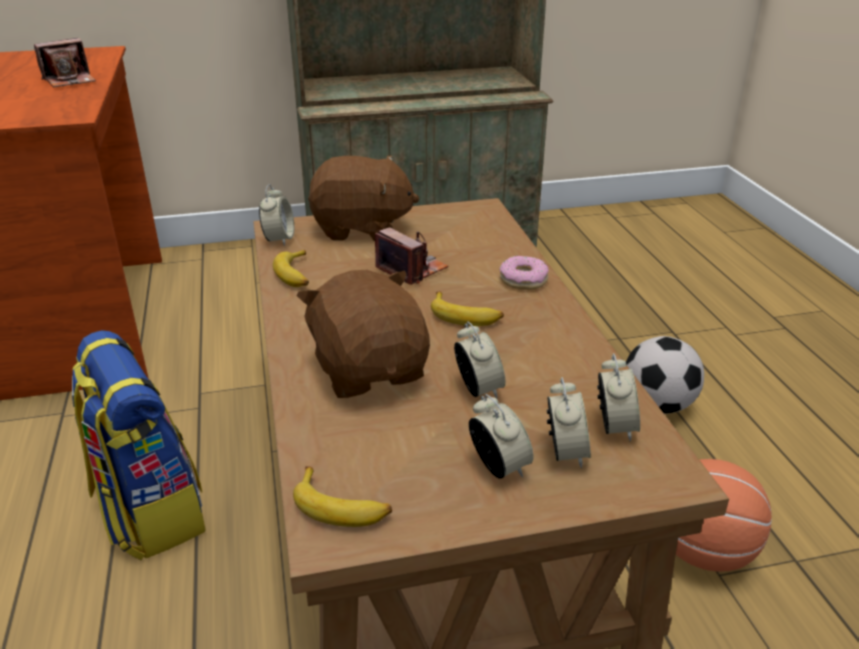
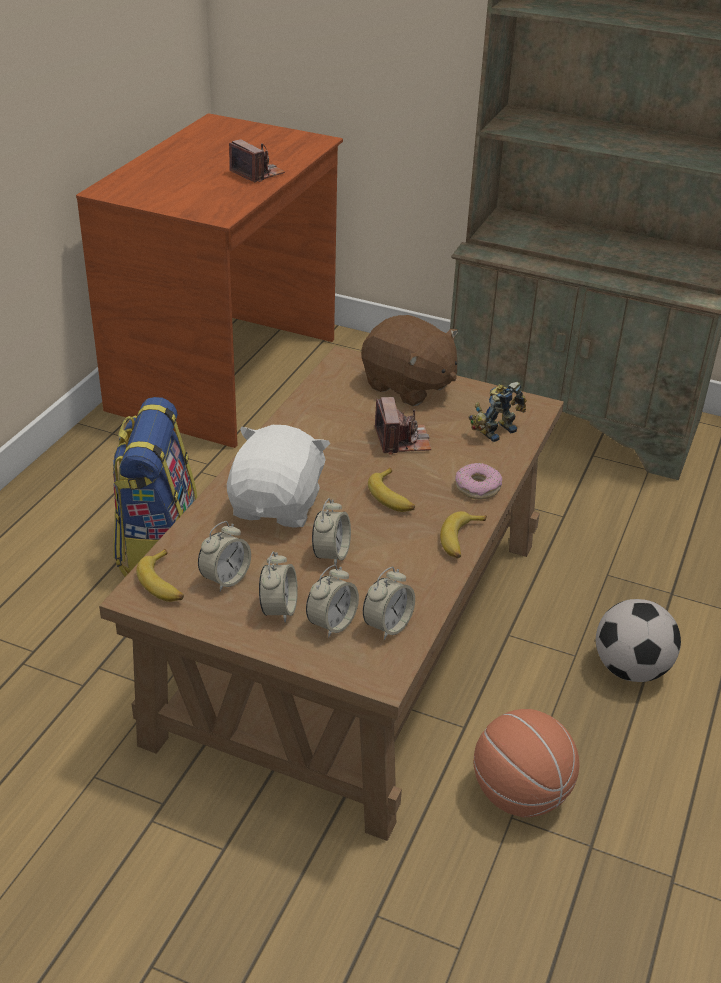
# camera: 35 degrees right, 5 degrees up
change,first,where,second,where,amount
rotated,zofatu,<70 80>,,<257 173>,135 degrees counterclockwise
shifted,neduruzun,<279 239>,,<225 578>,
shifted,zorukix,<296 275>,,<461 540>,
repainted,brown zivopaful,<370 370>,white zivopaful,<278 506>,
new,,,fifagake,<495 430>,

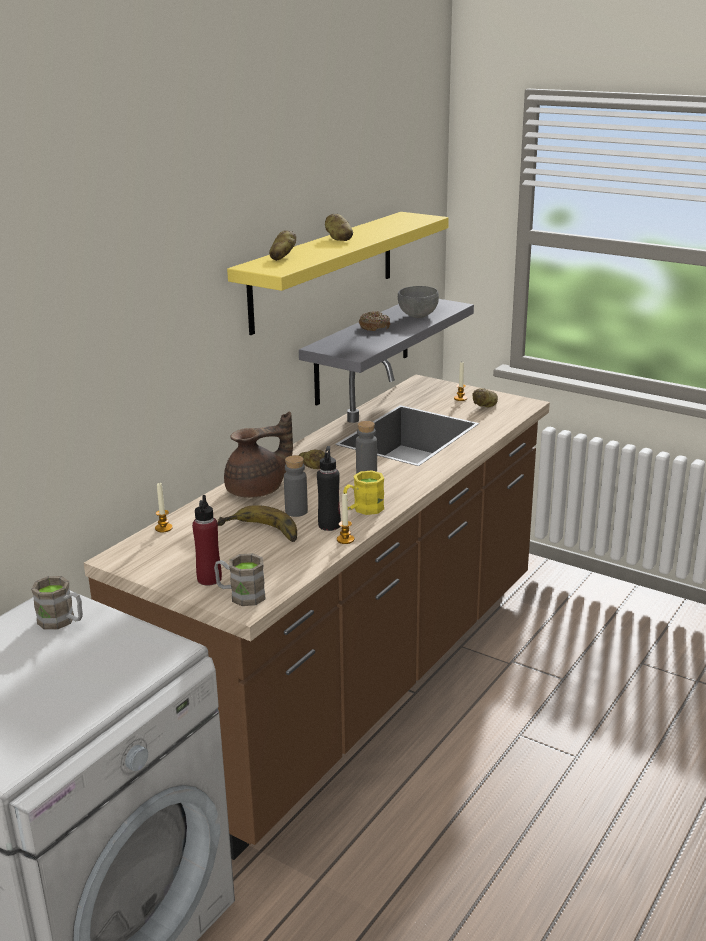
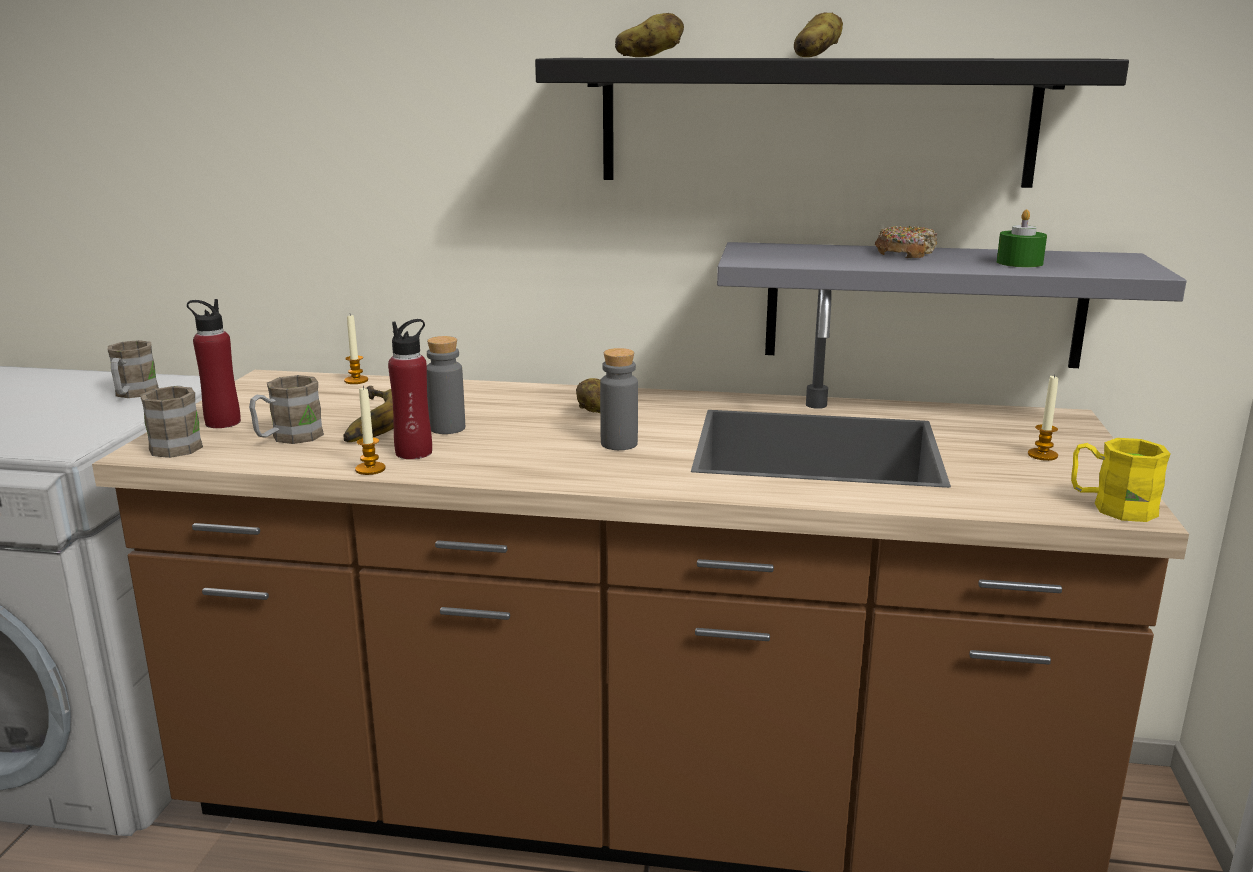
# camera: 65 degrees right, 5 degrees down
change,first,where,second,where,amount
gone,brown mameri,<257 490>,,,
repainted,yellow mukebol,<323 270>,black mukebol,<815 121>,
repainted,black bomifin,<329 525>,red bomifin,<414 452>,
shifted,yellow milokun,<363 509>,,<1111 506>,
swapped,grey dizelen,<418 316>,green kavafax,<1019 263>,
gone,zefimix,<485 406>,,,
new,,,brown milokun,<288 438>,

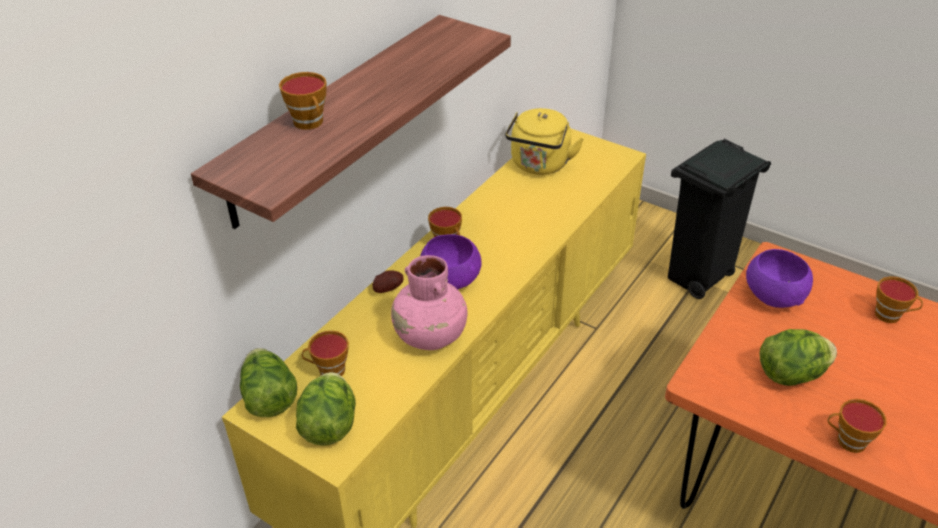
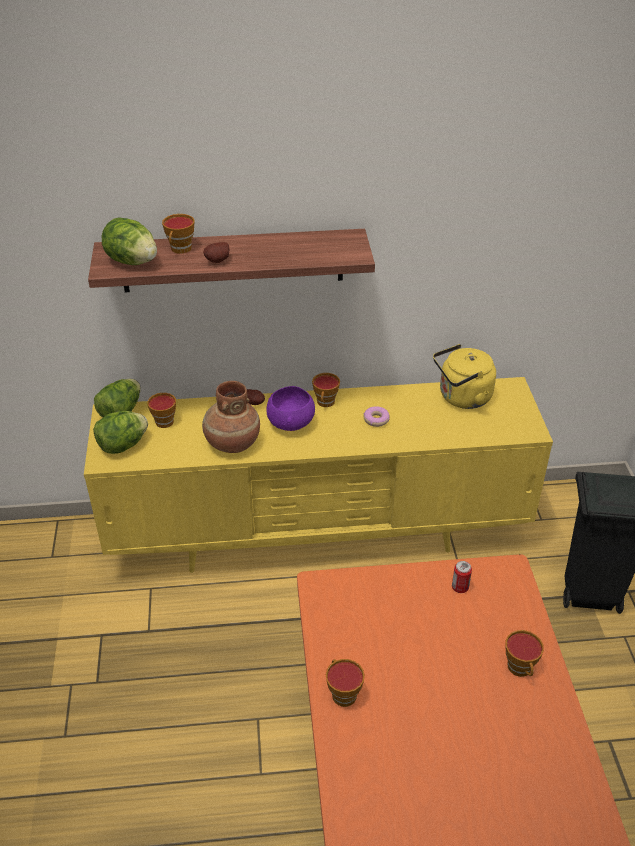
# camera: 50 degrees right, 0 degrees up
change,first,where,second,where,amount
repainted,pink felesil,<430 336>,brown felesil,<232 443>,
swapped,purple dizelen,<772 297>,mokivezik,<460 587>,
shifted,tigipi,<790 374>,,<132 261>,
new,,,zefimix,<219 261>,
new,,,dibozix,<376 419>,

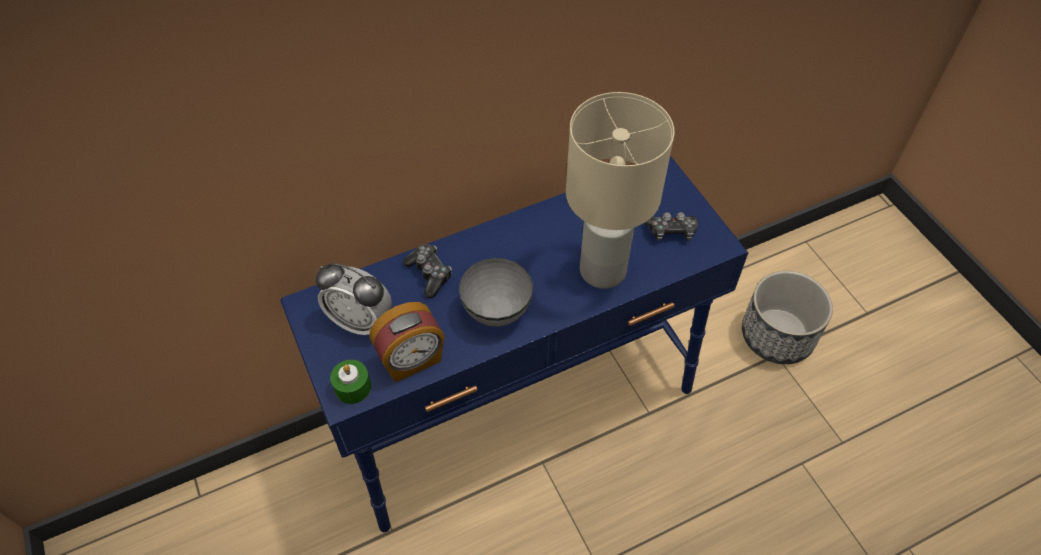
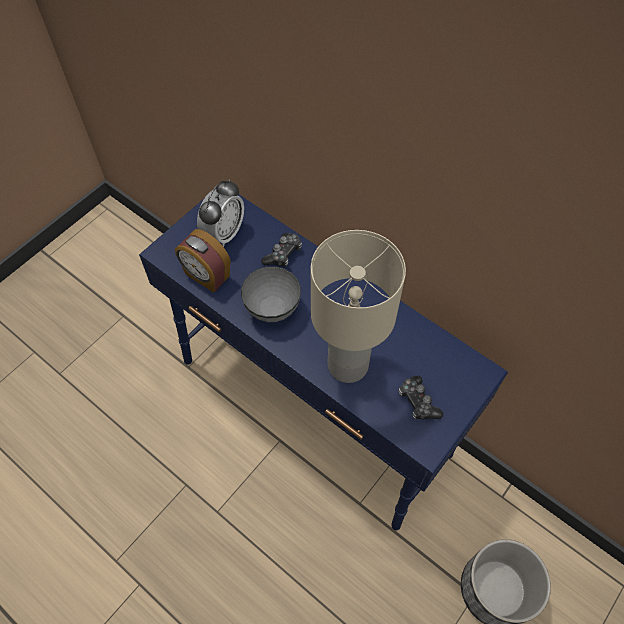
# camera: 65 degrees right, 5 degrees up
change,first,where,second,where,amount
rotated,neduruzun,<360 321>,,<224 233>,150 degrees counterclockwise
gone,green kavafax,<353 387>,,,

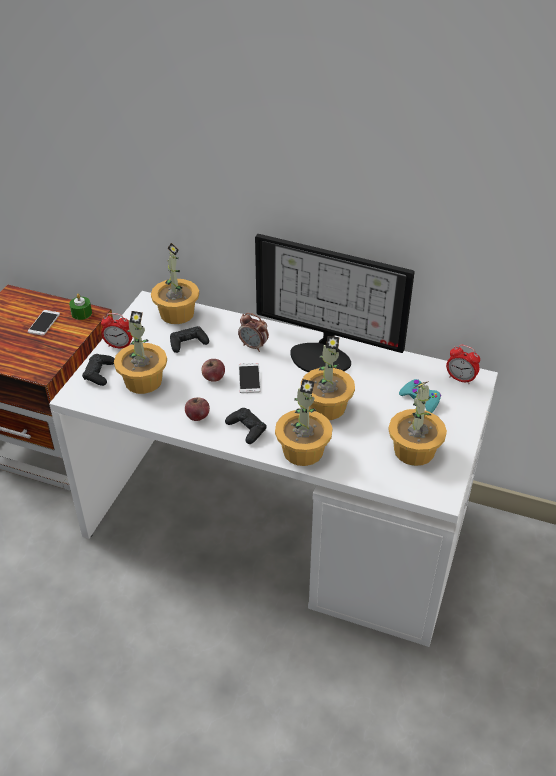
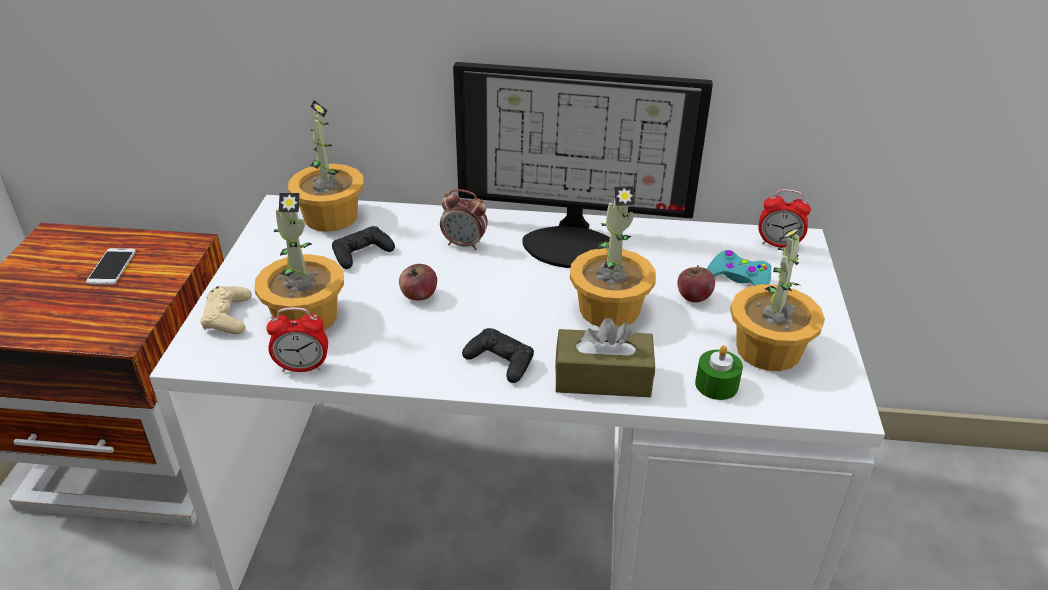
# camera: 15 degrees left, 5 degrees down
change,first,where,second,where,amount
shifted,green kavafax,<81 313>,,<716 384>,
repainted,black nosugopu,<99 373>,beige nosugopu,<228 317>,
shifted,neduruzun,<119 346>,,<303 367>,
shifted,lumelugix,<197 416>,,<693 297>,
gone,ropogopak,<249 378>,,,
swapped,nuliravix,<303 450>,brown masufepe,<603 378>,

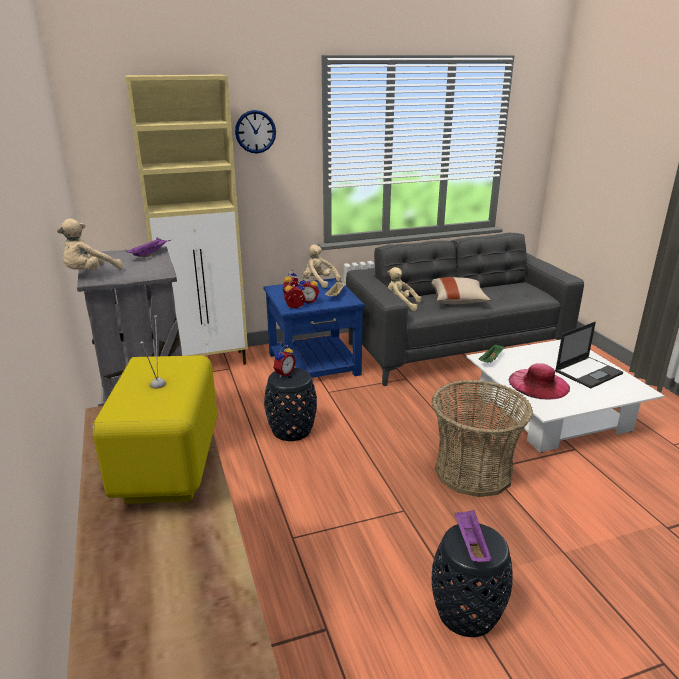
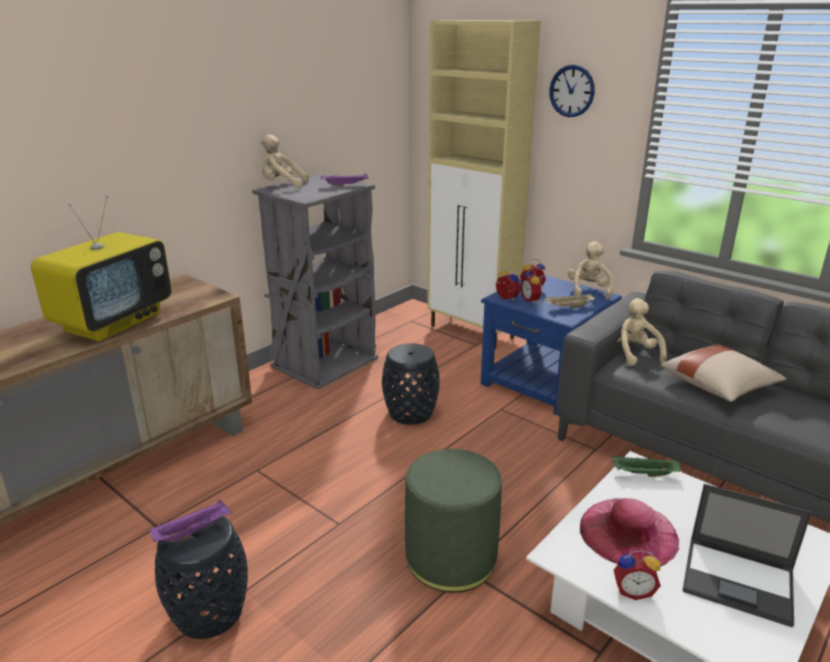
# camera: 60 degrees right, 0 degrees up
change,first,where,second,where,amount
rotated,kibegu,<170 472>,,<114 321>,150 degrees clockwise
shifted,neduruzun,<283 373>,,<633 591>,
swapped,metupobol,<473 471>,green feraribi,<450 558>,

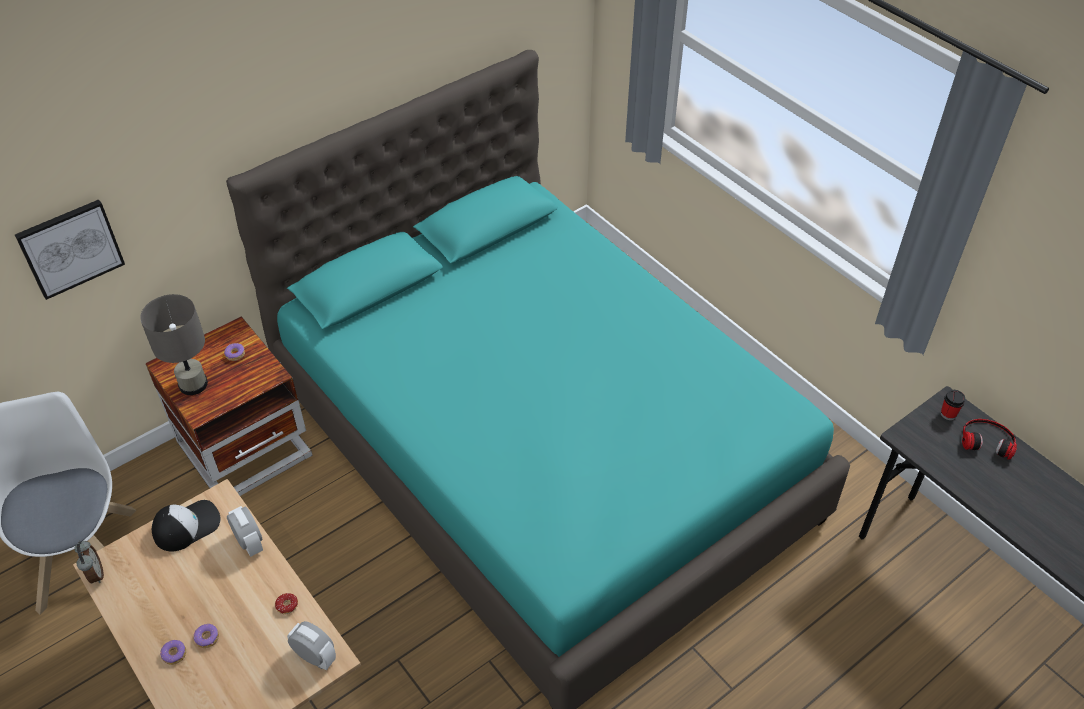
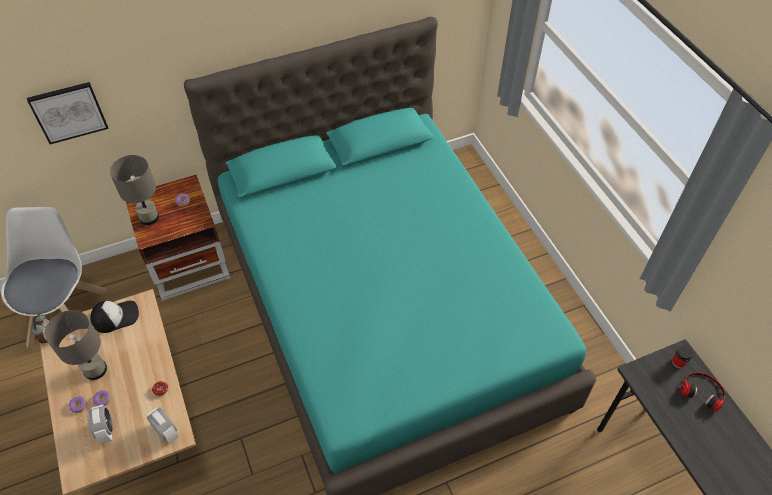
# camera: 15 degrees right, 5 degrees up
change,first,where,second,where,amount
shifted,neduruzun,<249 543>,,<106 430>,
new,,,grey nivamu,<95 369>,

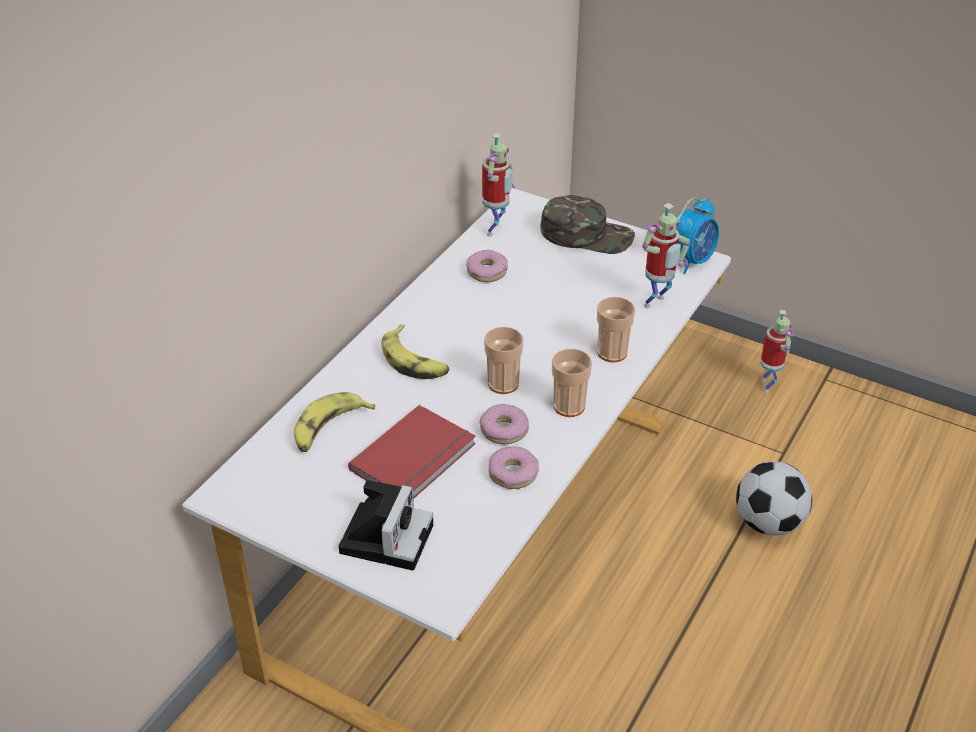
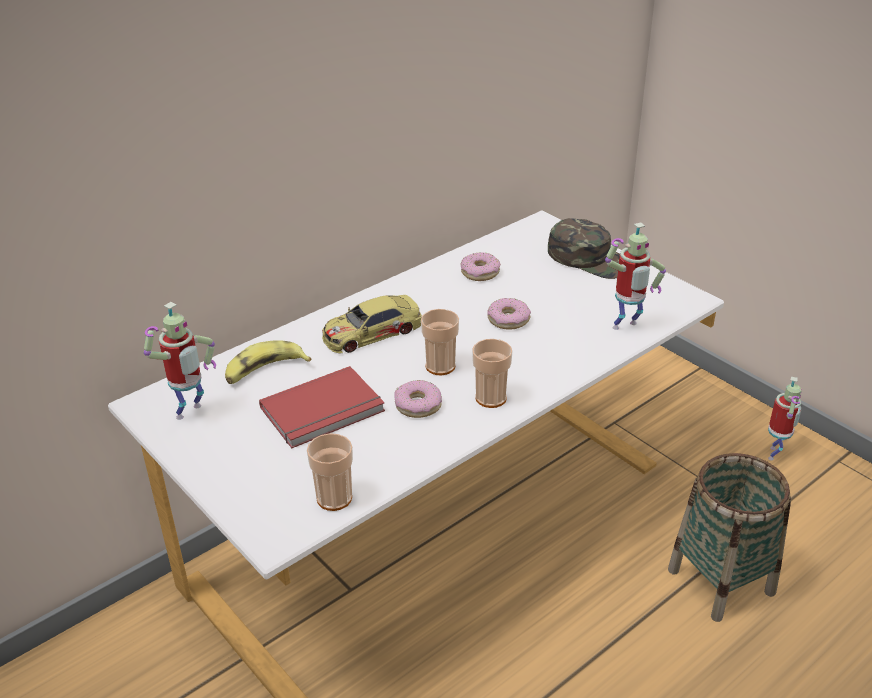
# camera: 20 degrees right, 5 degrees down
change,first,where,second,where,amount
gone,zofatu,<386 536>,,,
swapped,zorukix,<414 361>,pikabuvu,<372 332>,
shifted,fifagake,<496 230>,,<191 414>,
shifted,dibozix,<513 473>,,<508 319>,
shifted,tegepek,<612 353>,,<334 498>,
gone,neduruzun,<690 260>,,,
swapped,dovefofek,<768 523>,metupobol,<721 581>,

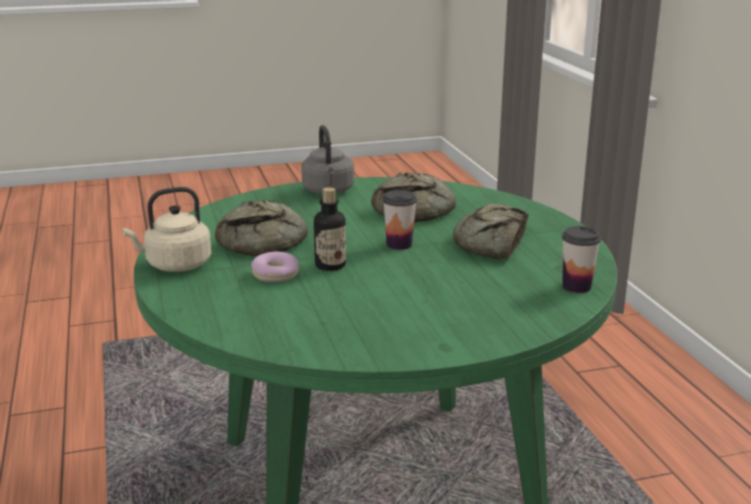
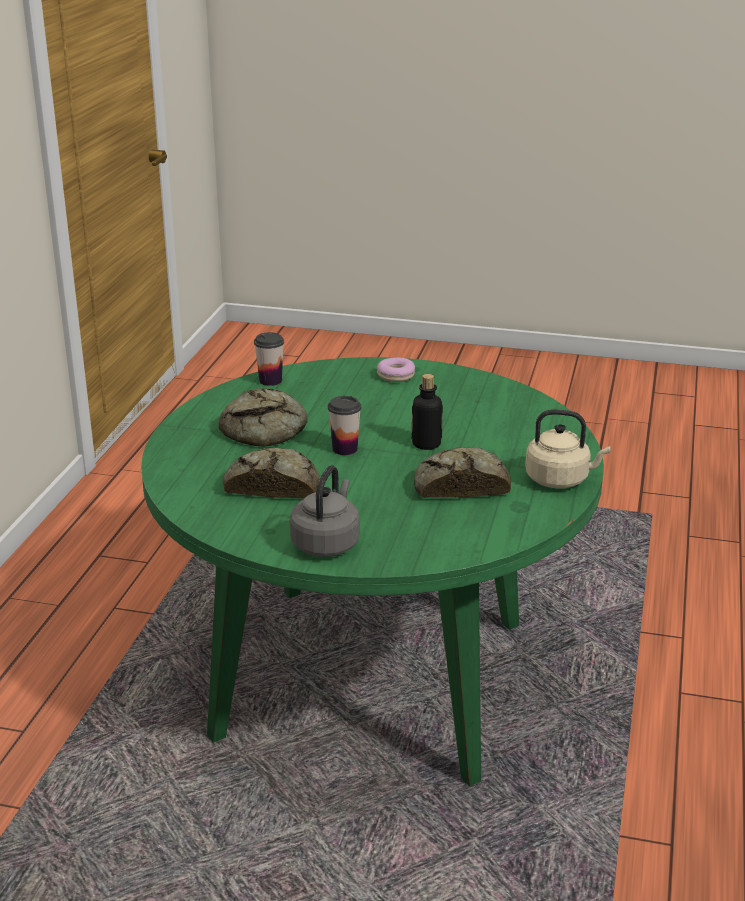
# camera: 150 degrees left, 5 degrees up
change,first,where,second,where,amount
shifted,dibozix,<275 275>,,<396 375>,

